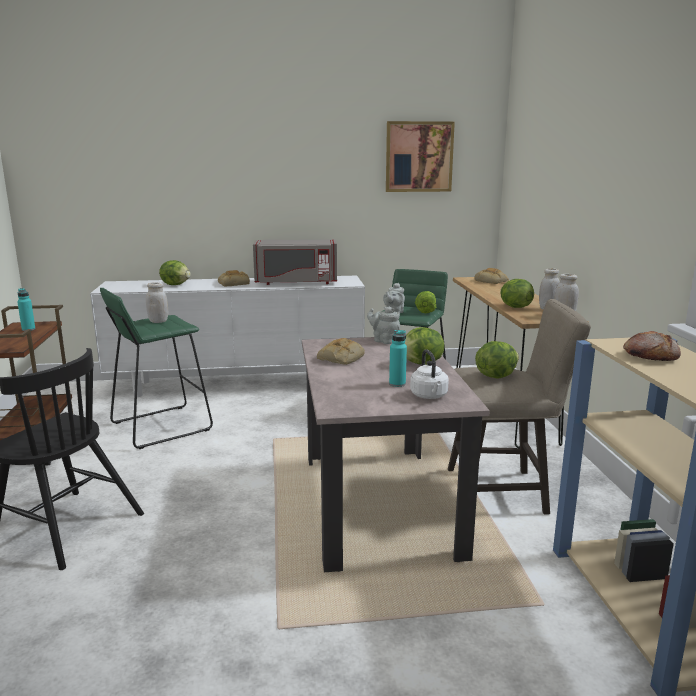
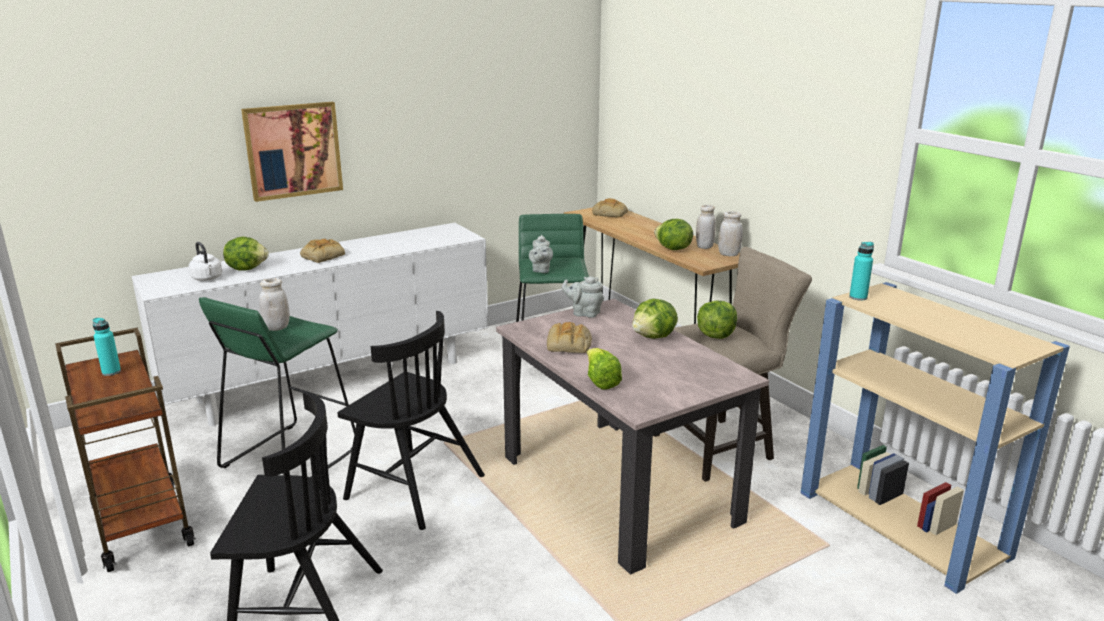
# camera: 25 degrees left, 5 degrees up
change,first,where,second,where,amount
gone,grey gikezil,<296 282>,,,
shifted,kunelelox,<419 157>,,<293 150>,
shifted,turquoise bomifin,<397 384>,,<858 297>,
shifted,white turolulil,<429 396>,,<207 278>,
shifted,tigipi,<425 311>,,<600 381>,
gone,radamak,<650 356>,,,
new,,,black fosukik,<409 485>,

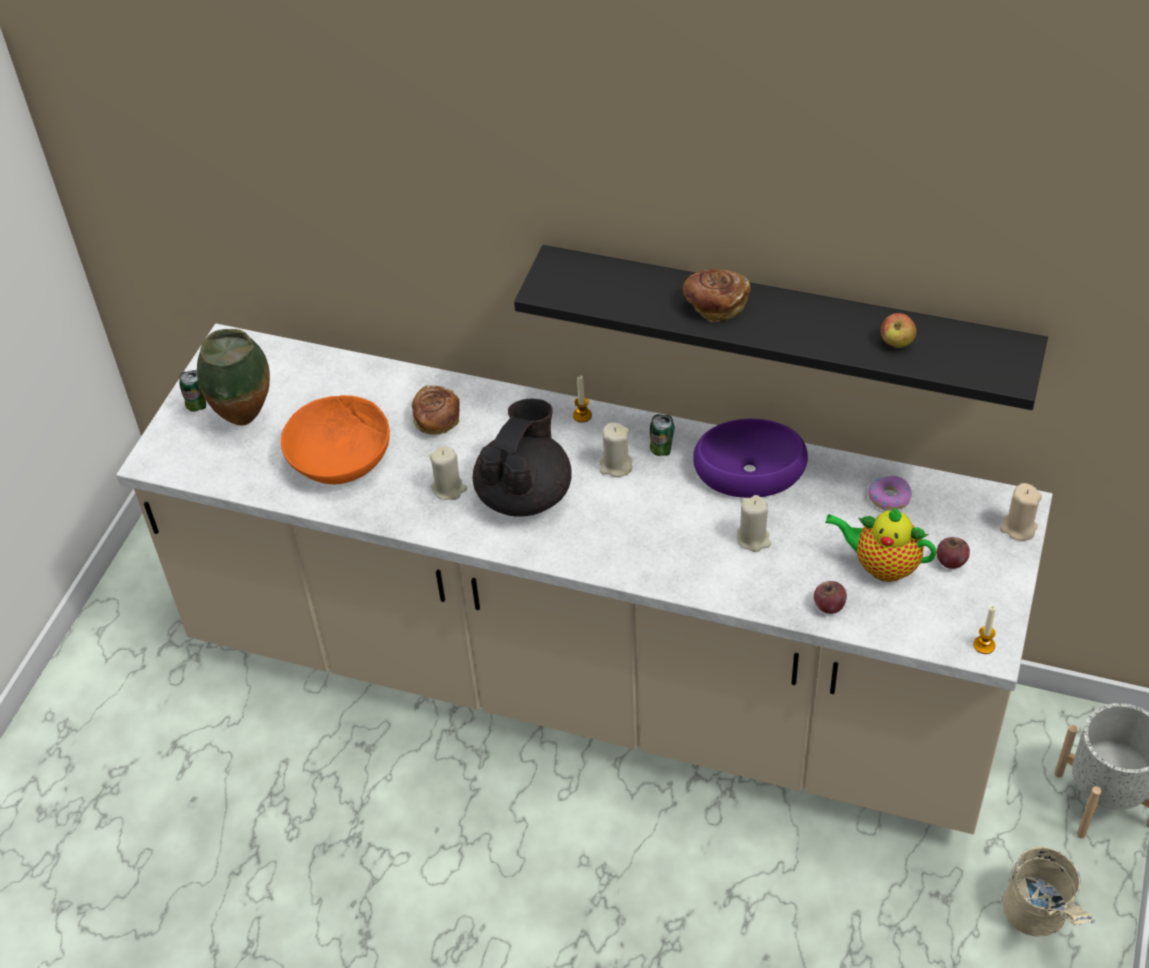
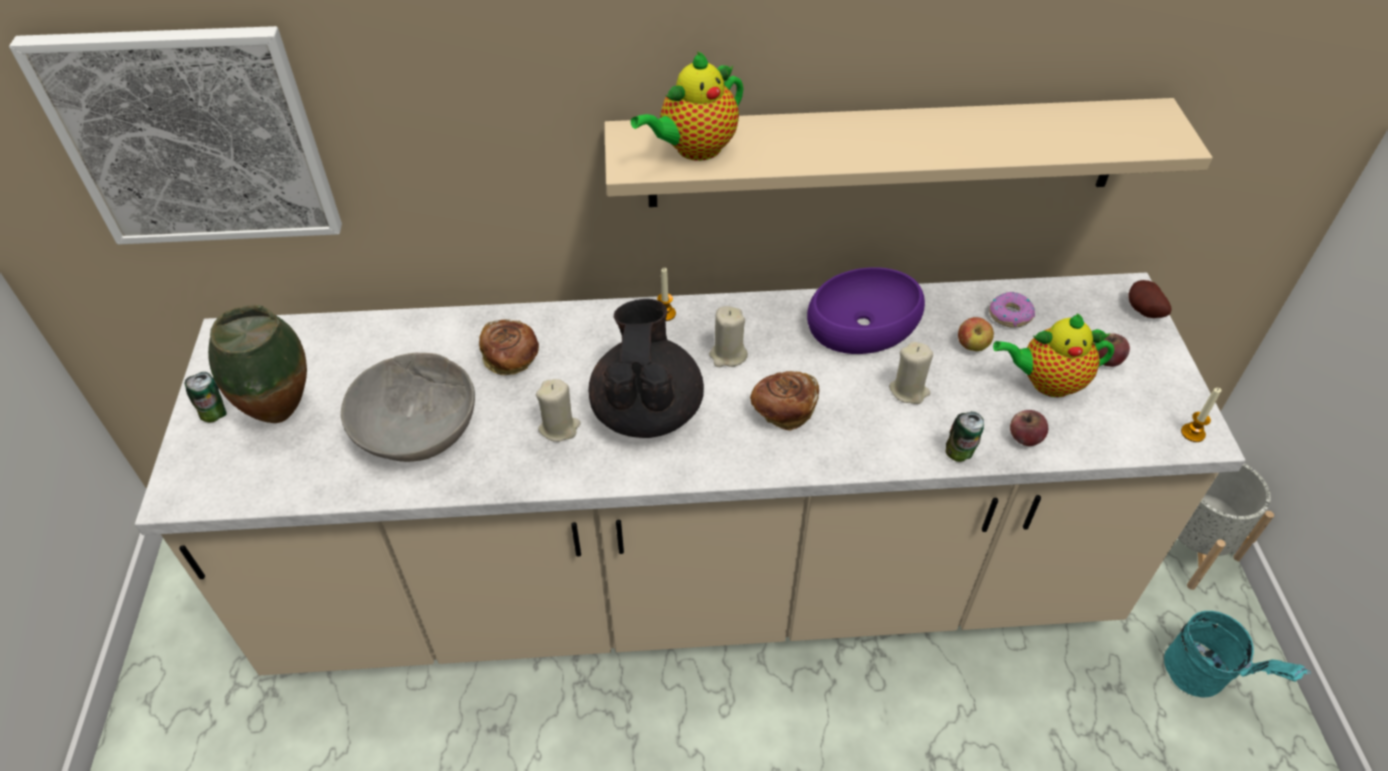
# camera: 25 degrees left, 0 degrees up
change,first,where,second,where,amount
repainted,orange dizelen,<339 458>,grey dizelen,<415 428>,
repainted,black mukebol,<784 323>,beige mukebol,<885 153>,
shifted,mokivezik,<661 450>,,<960 453>,
shifted,radamak,<715 305>,,<783 410>,
shifted,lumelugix,<896 342>,,<972 346>,
swapped,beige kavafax,<1018 528>,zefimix,<1142 311>,
repainted,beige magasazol,<1040 919>,turquoise magasazol,<1205 678>,
new,,,kunelelox,<193 138>,
new,,,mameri,<694 149>,

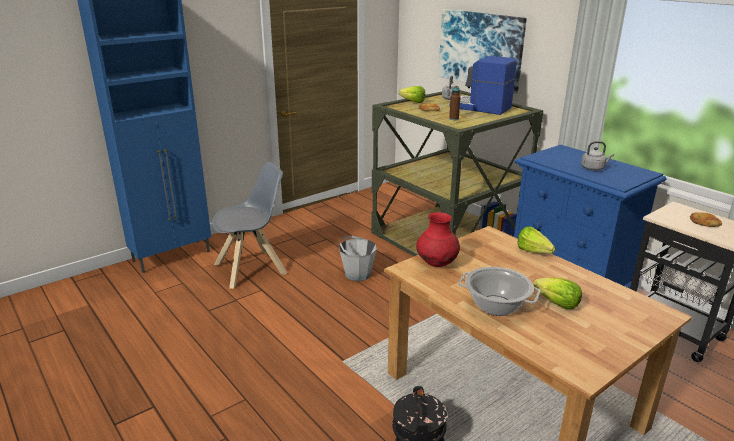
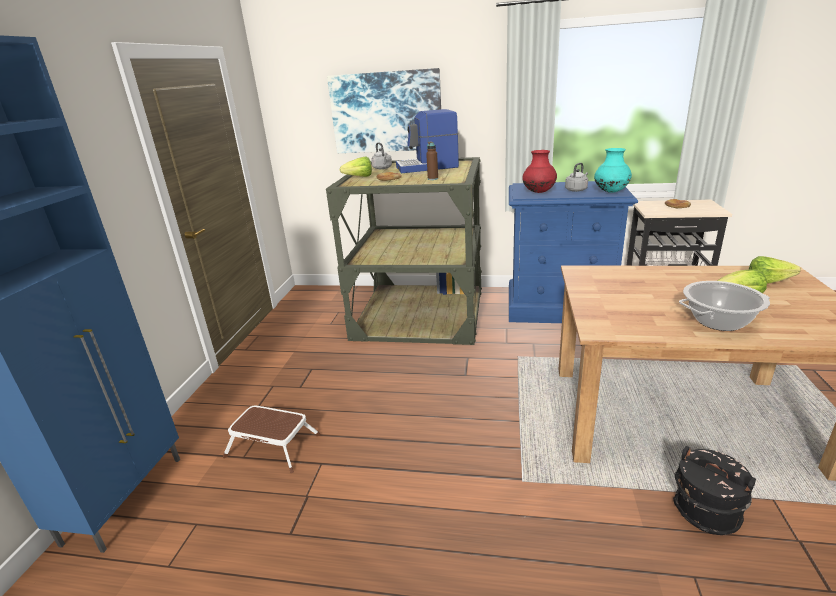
# camera: 40 degrees left, 0 degrees up
change,first,where,second,where,amount
swapped,grey fosukik,<253 268>,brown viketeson,<272 446>,
gone,grey magasazol,<357 274>,,,
shifted,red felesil,<437 264>,,<539 192>,
shifted,tigipi,<535 253>,,<772 282>,
new,,,turquoise felesil,<611 192>,

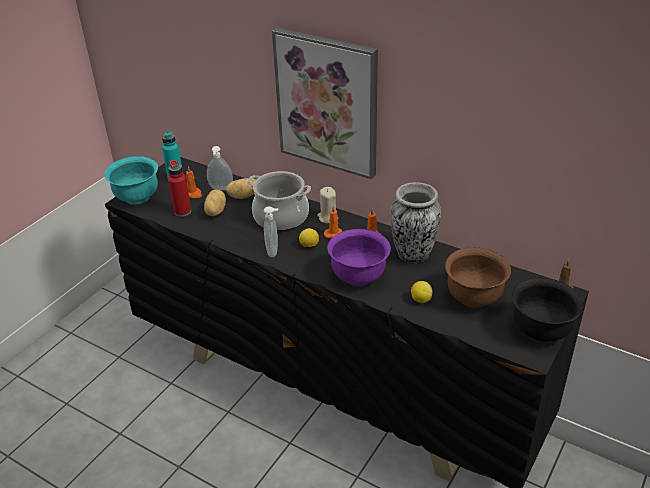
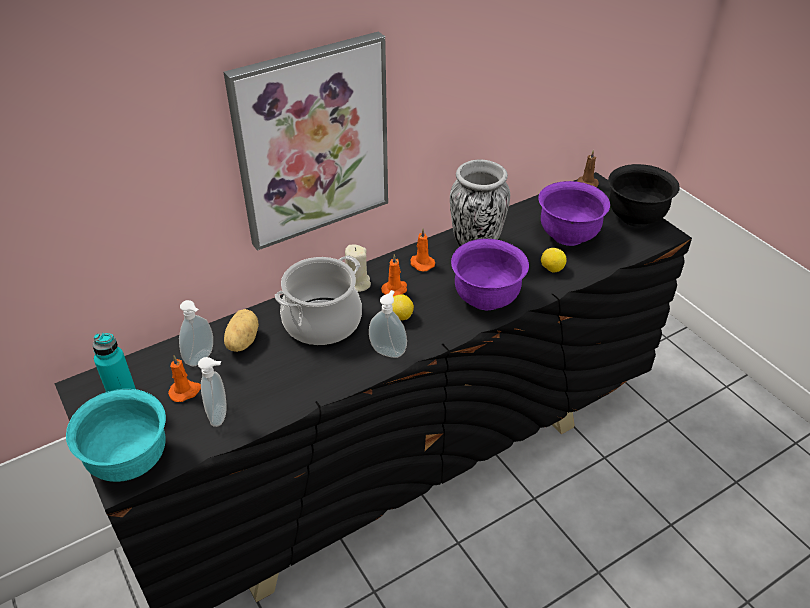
# camera: 65 degrees left, 5 degrees up
change,first,where,second,where,amount
swapped,red bomifin,<182 212>,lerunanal,<221 415>,
gone,zefimix,<215 211>,,,
repainted,brown dizelen,<474 297>,purple dizelen,<568 235>,

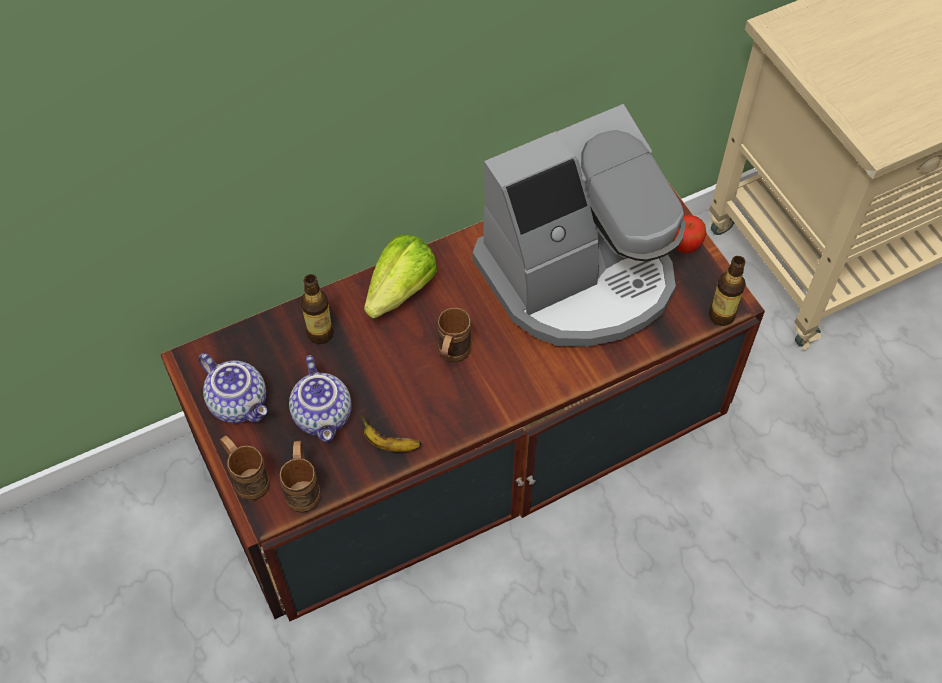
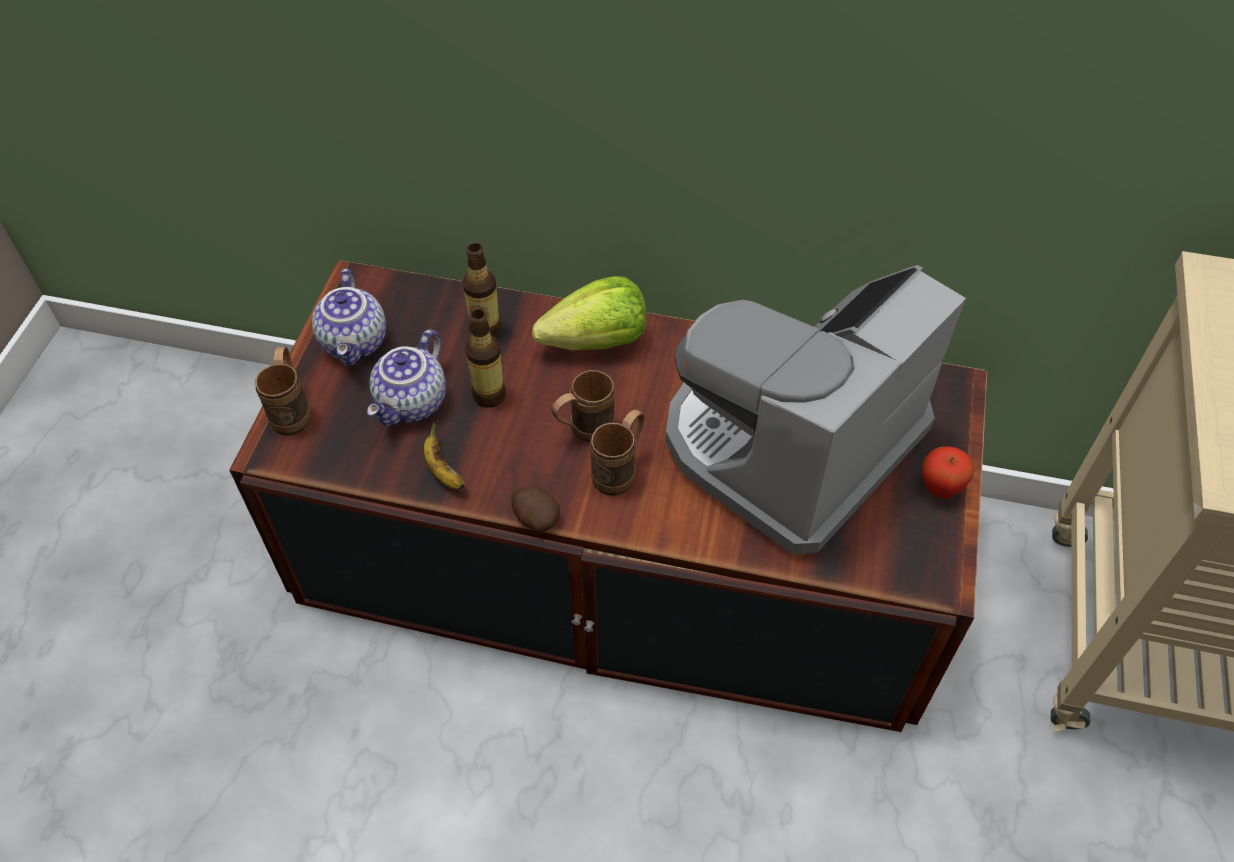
# camera: 40 degrees right, 5 degrees down
change,first,where,second,where,amount
shifted,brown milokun,<303 488>,,<620 470>,
rotated,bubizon,<579 277>,,<789 443>,120 degrees clockwise
shifted,bomifin,<721 315>,,<489 395>,
new,,,zefimix,<535 518>,

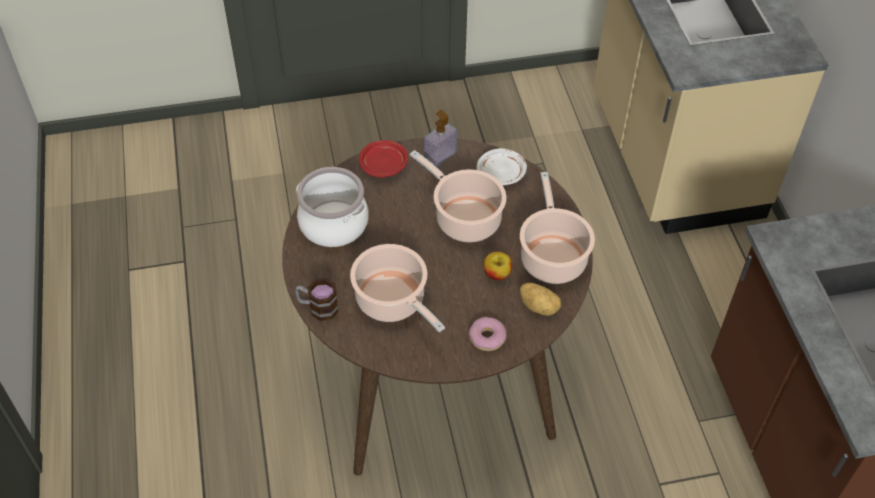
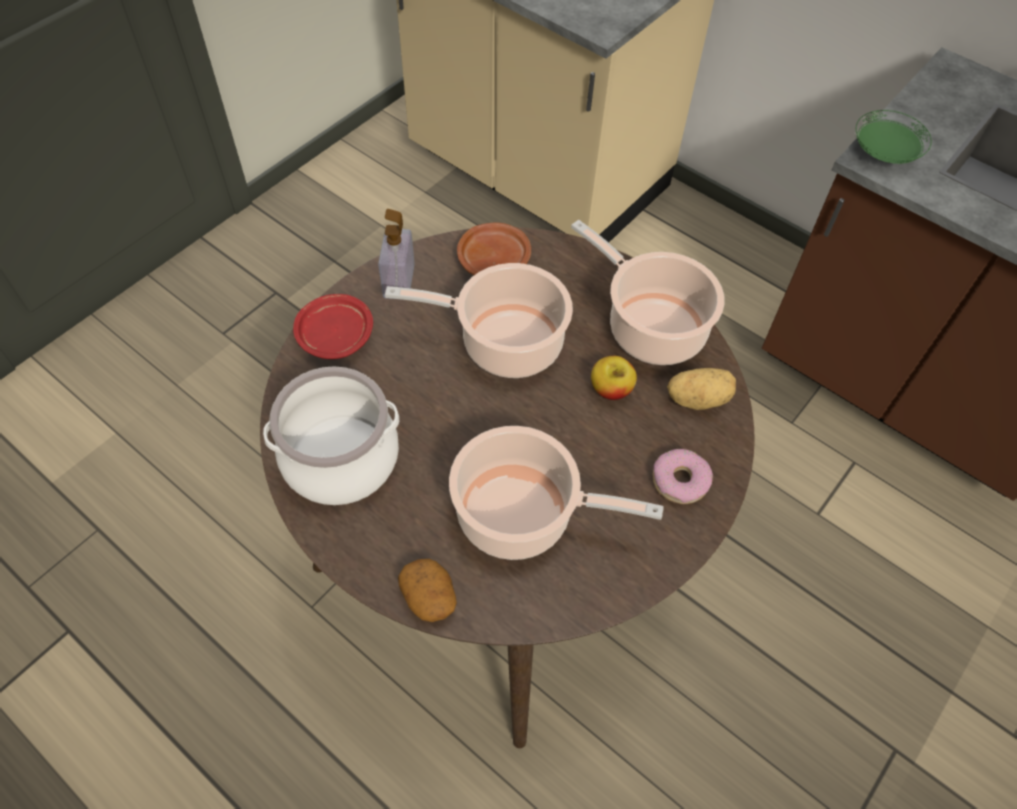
# camera: 40 degrees left, 5 degrees up
change,first,where,second,where,amount
swapped,milokun,<318 307>,zefimix,<429 597>,
repainted,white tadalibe,<501 173>,brown tadalibe,<494 260>,
new,,,green tadalibe,<883 153>,

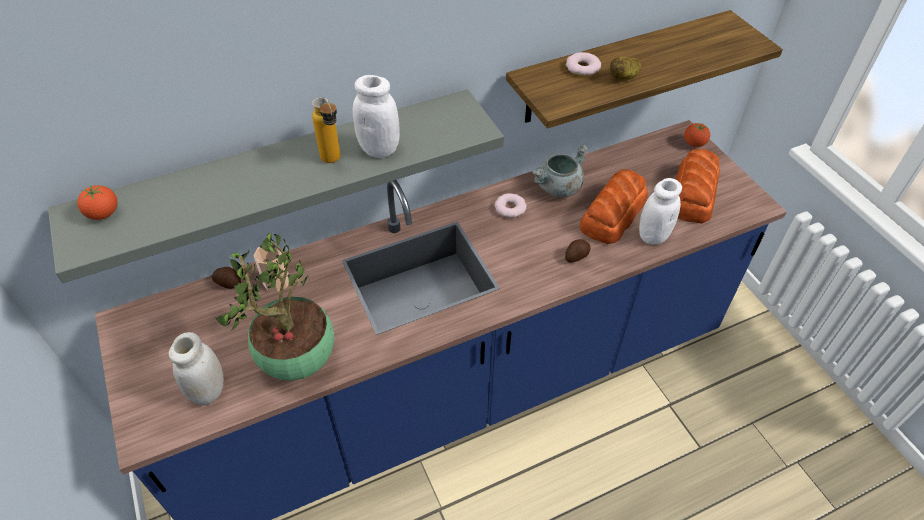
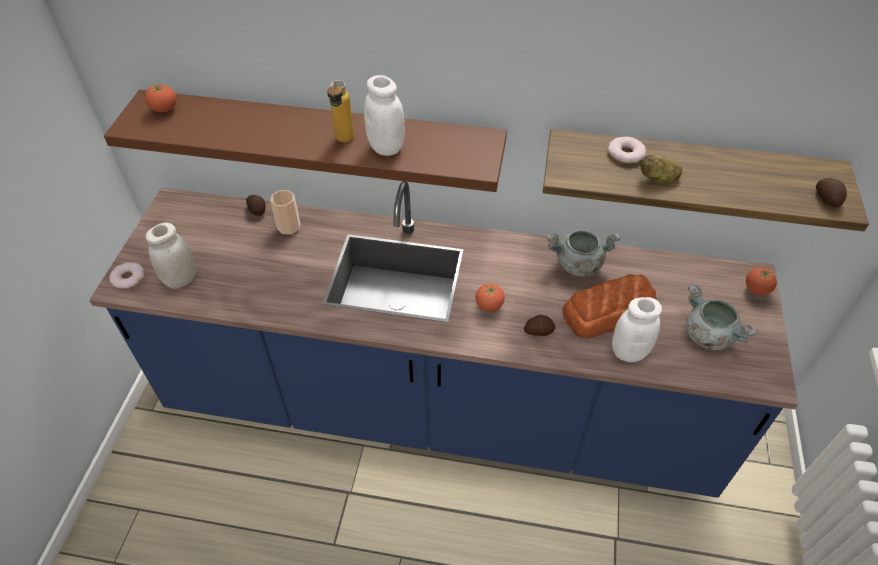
# camera: 35 degrees right, 0 degrees up
change,first,where,second,where,amount
repainted,grey mukebol,<282 171>,brown mukebol,<321 136>,
gone,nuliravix,<297 362>,,,
shifted,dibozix,<510 208>,,<128 278>,
swapped,radamak,<692 194>,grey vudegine,<707 335>,
new,,,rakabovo,<489 305>,
new,,,zefimix,<827 198>,

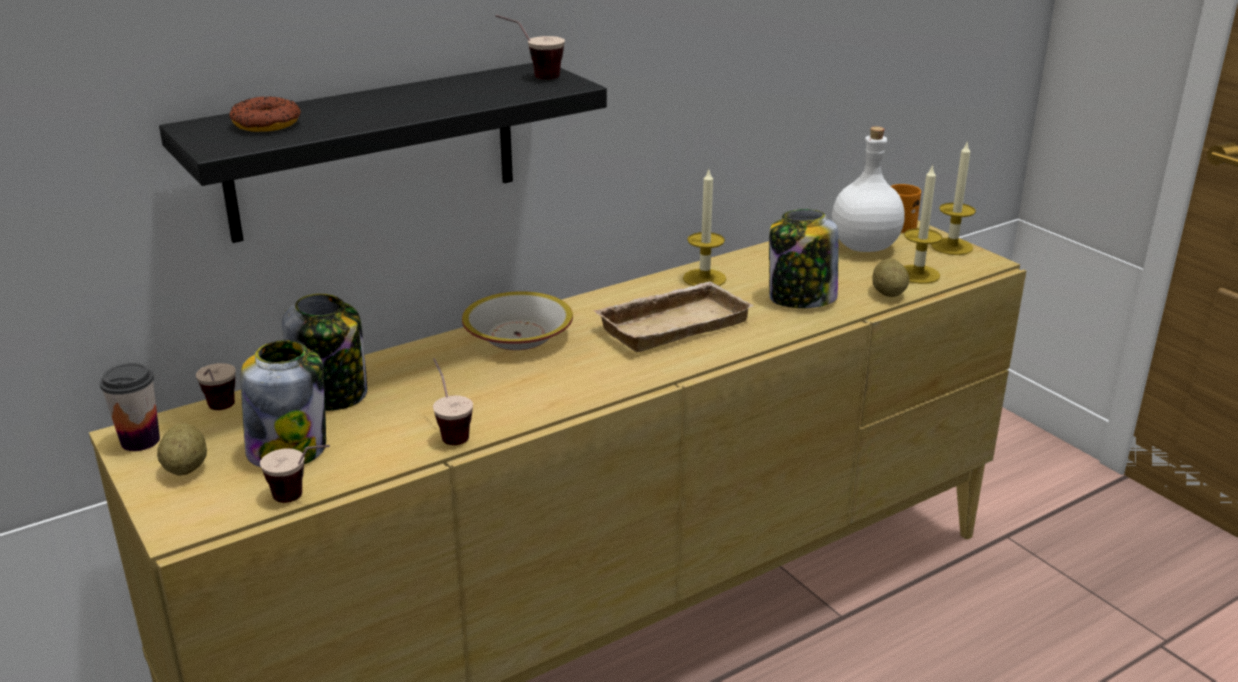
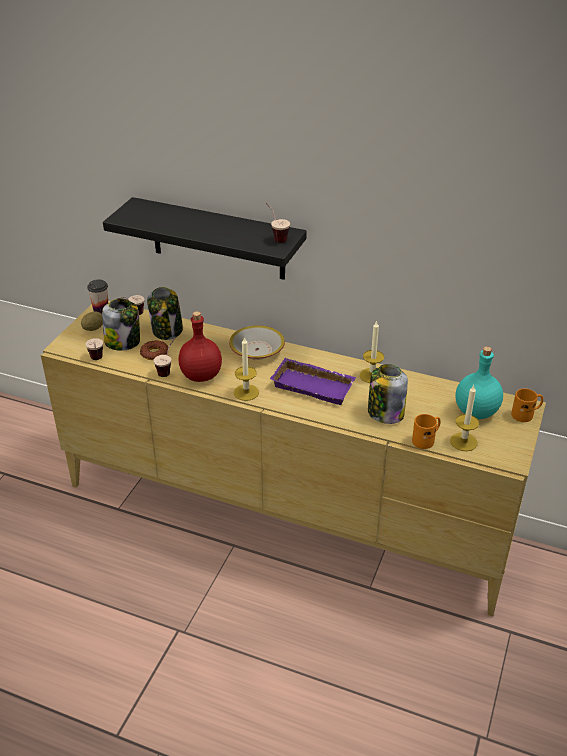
# camera: 55 degrees right, 10 degrees up
change,first,where,second,where,amount
shifted,dibozix,<266 124>,,<154 353>,
repainted,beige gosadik,<672 323>,purple gosadik,<314 385>,
repainted,white bomifin,<864 247>,turquoise bomifin,<475 412>,
swapped,zefimix,<888 293>,orange milokun,<426 439>,
shifted,kavafax,<952 246>,,<246 392>,
new,,,red bomifin,<201 375>,

